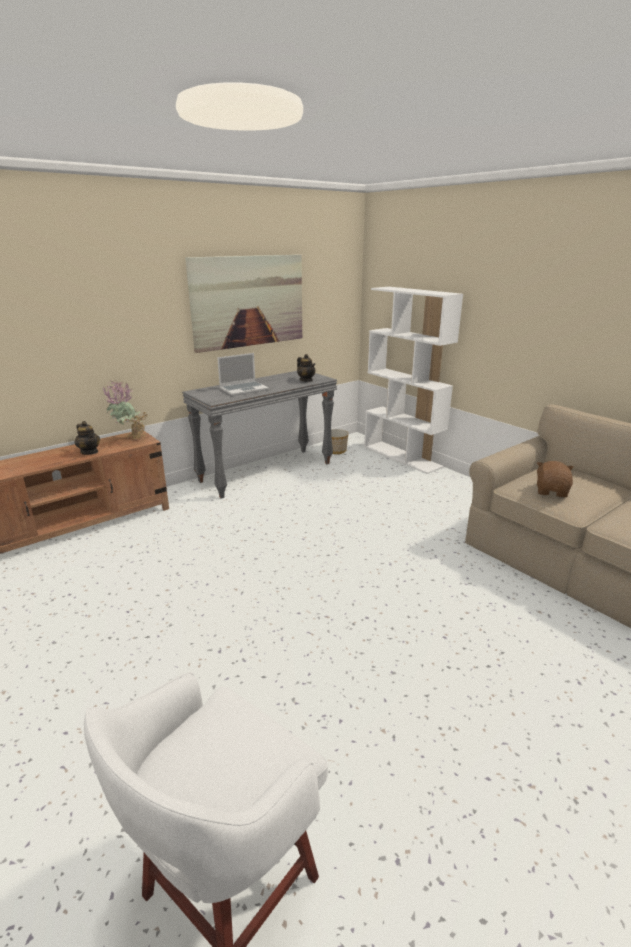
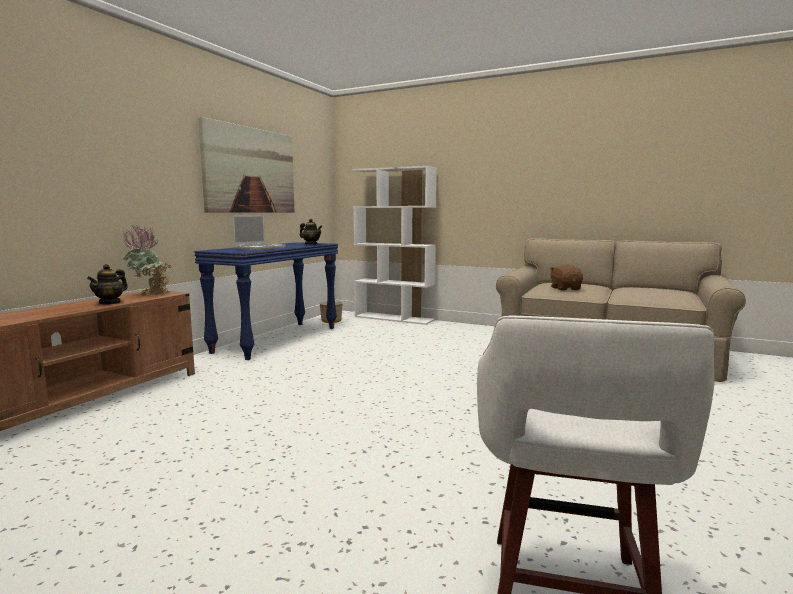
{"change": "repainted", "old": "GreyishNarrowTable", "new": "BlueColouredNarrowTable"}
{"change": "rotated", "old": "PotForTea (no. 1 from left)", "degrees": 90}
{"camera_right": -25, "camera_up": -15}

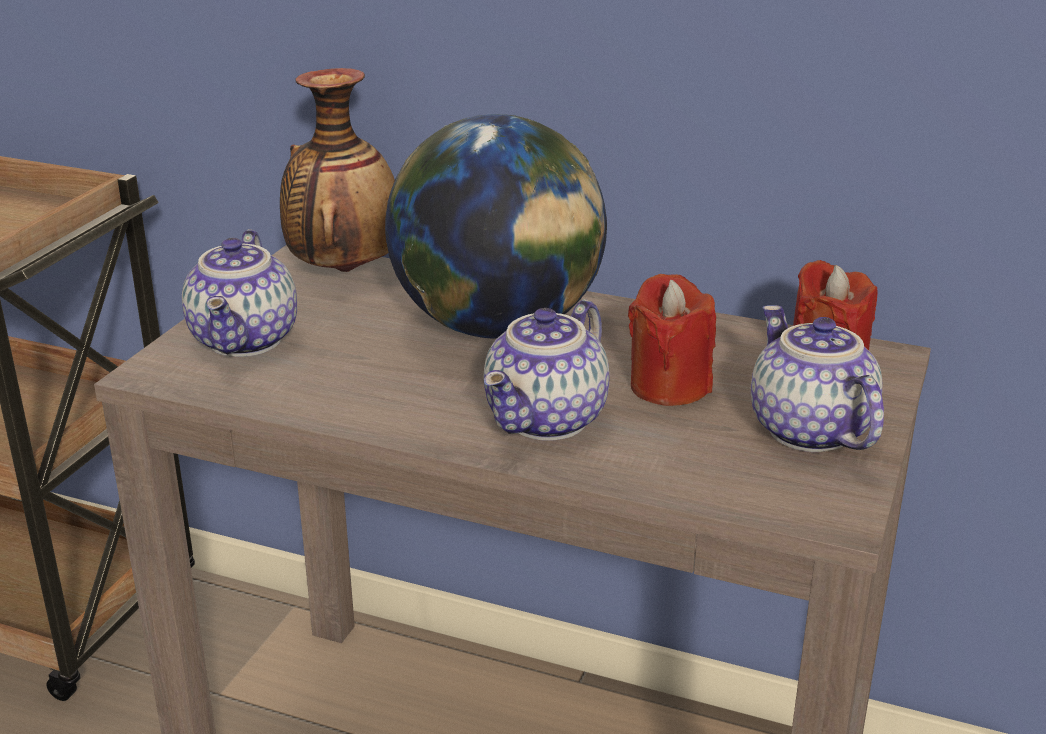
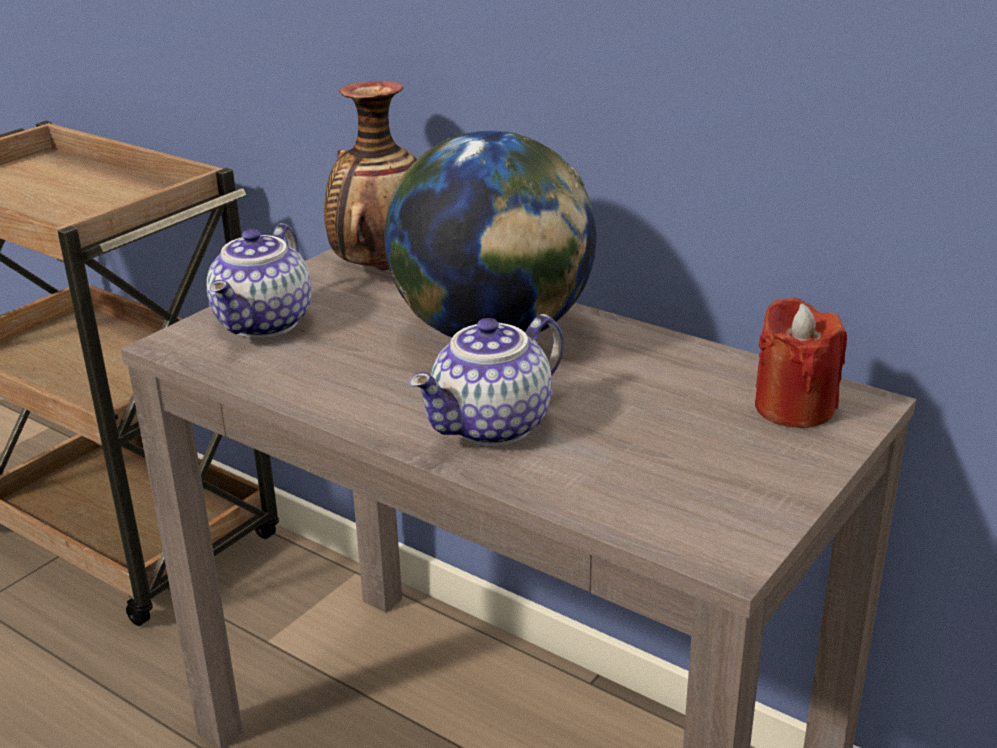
{"change": "gone", "old": "RedWaxCandle (no. 1 from left)"}
{"change": "gone", "old": "PotForTea (no. 3 from left)"}
{"camera_right": 15, "camera_up": 0}

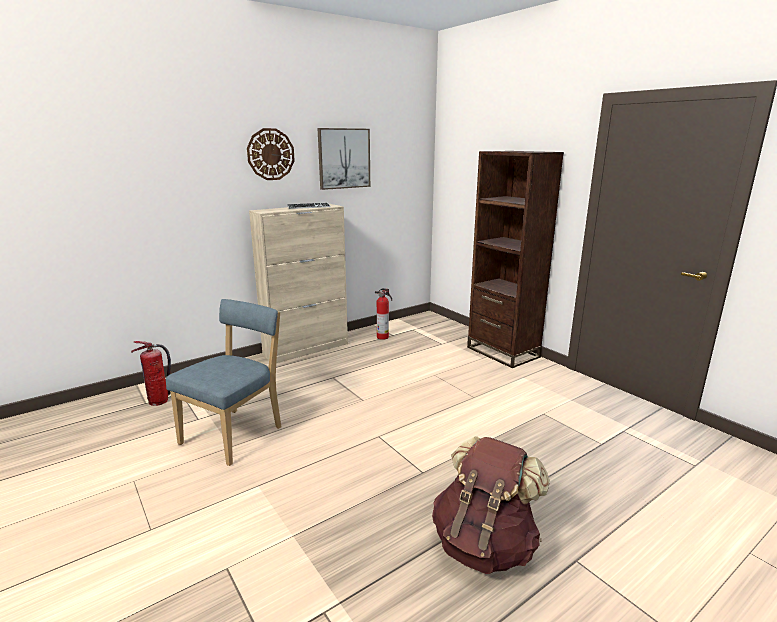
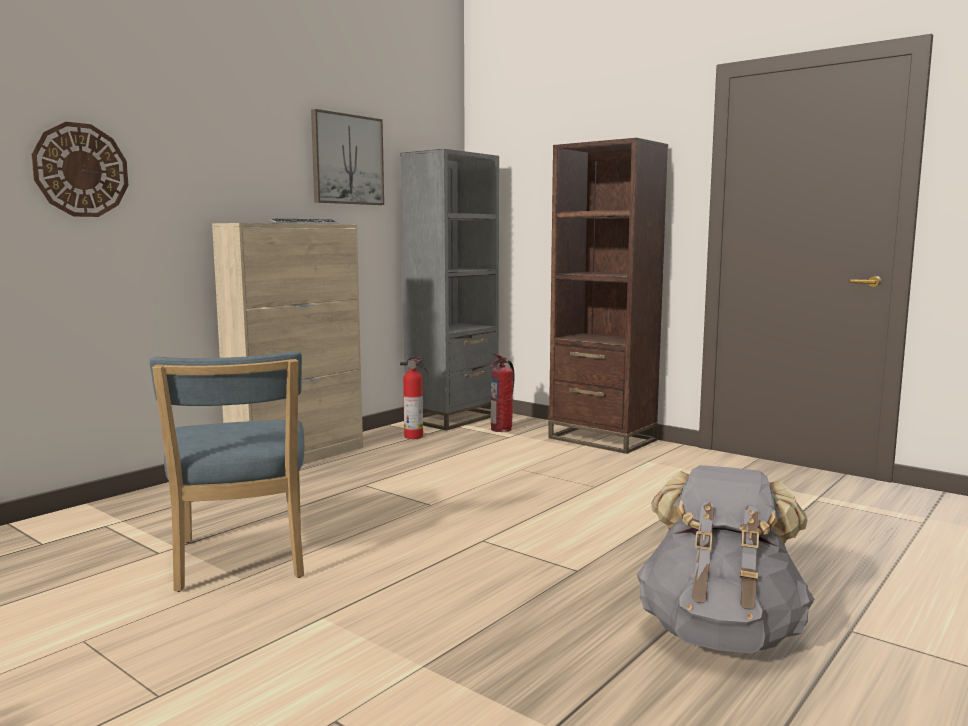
{"change": "shifted", "old": "WallClock"}
{"change": "rotated", "old": "BlueColouredUprightChair", "degrees": 150}
{"change": "shifted", "old": "Extinguisher (no. 1 from left in the first image)", "new": "Extinguisher (no. 2 from left)"}
{"change": "repainted", "old": "BrownishRucksack", "new": "GreyishRucksack"}
{"change": "new", "new": "GreyishBookcase"}
{"camera_right": -15, "camera_up": -10}

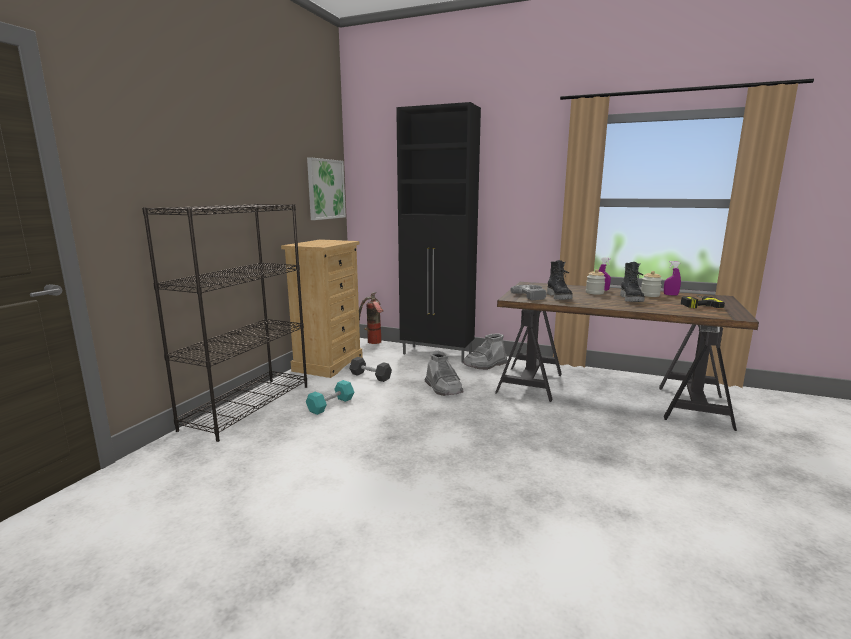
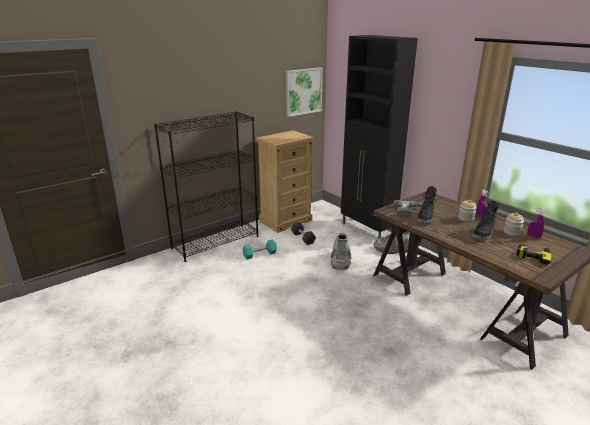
{"change": "gone", "old": "Extinguisher"}
{"camera_right": 30, "camera_up": 10}

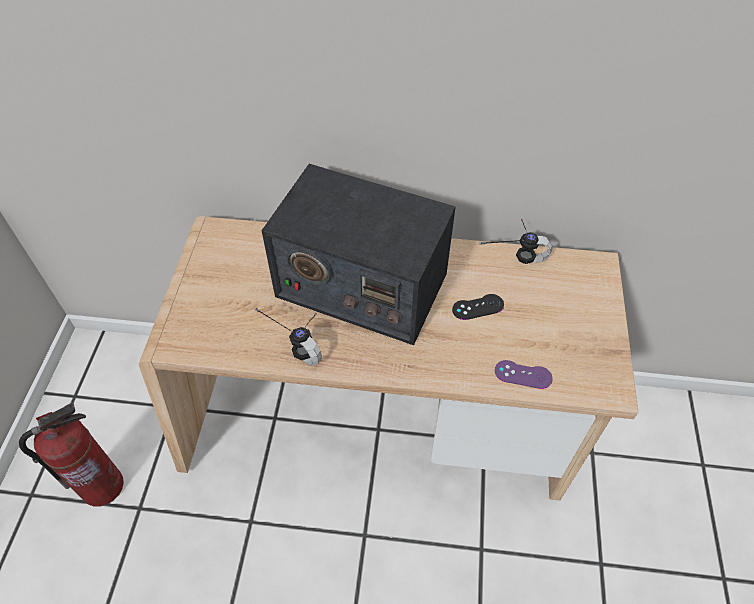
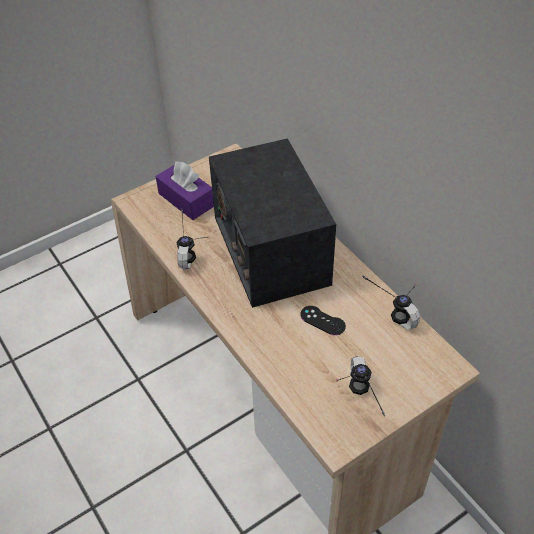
{"change": "gone", "old": "PurplishJoypad"}
{"change": "gone", "old": "Extinguisher"}
{"change": "new", "new": "PurplishBoxOfTissues"}
{"change": "new", "new": "Headset (no. 2 from left)"}
{"camera_right": 50, "camera_up": -5}

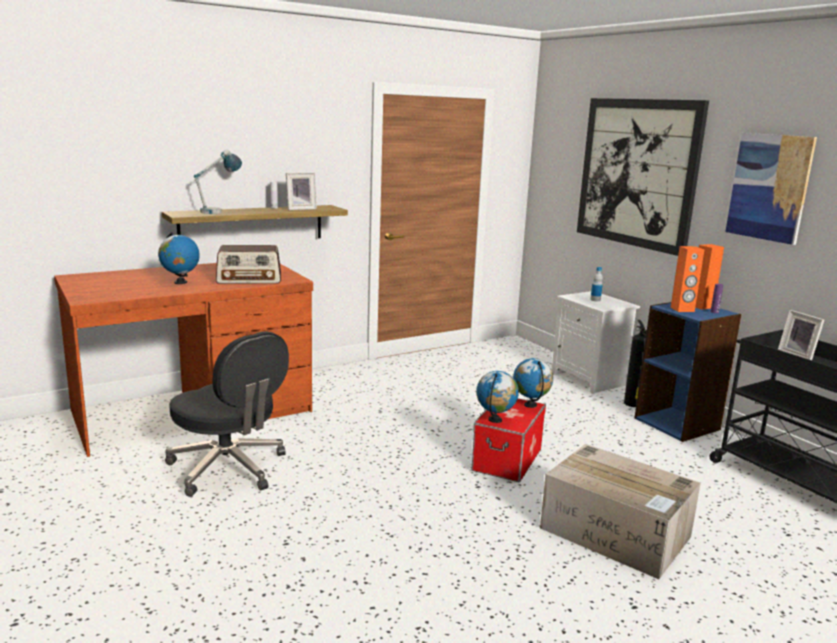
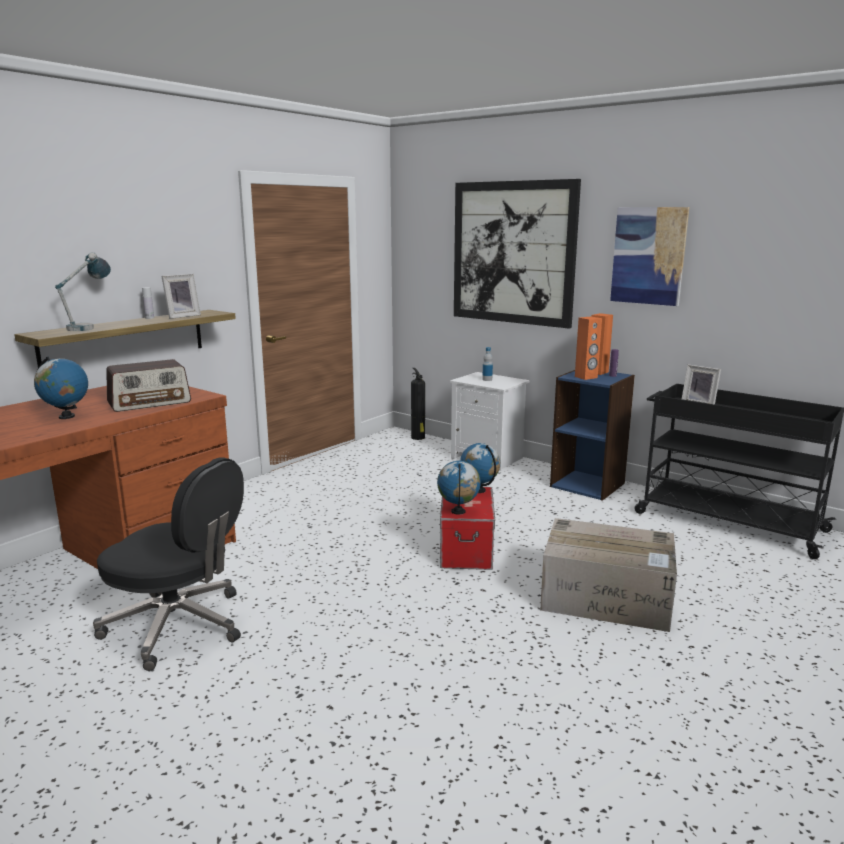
{"change": "shifted", "old": "Extinguisher"}
{"camera_right": -20, "camera_up": 0}

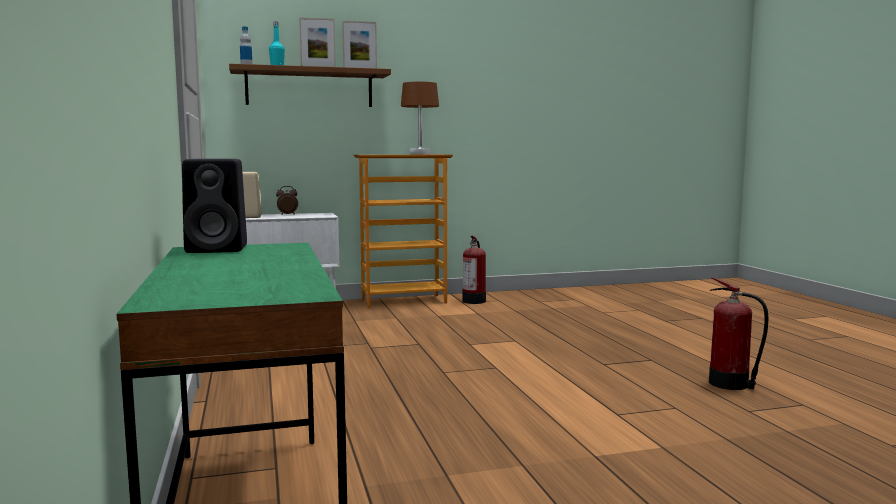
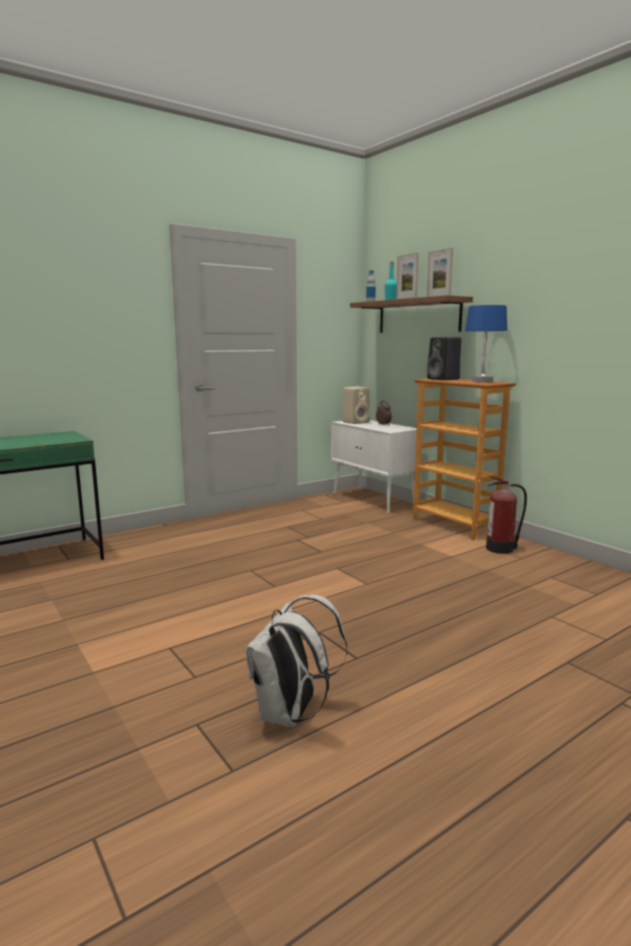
{"change": "repainted", "old": "BrownishTableLamp", "new": "BlueColouredTableLamp"}
{"change": "shifted", "old": "BlackAudioSpeaker"}
{"change": "swapped", "old": "Extinguisher (no. 2 from left)", "new": "WhiteColouredRucksack"}
{"camera_right": 70, "camera_up": 5}

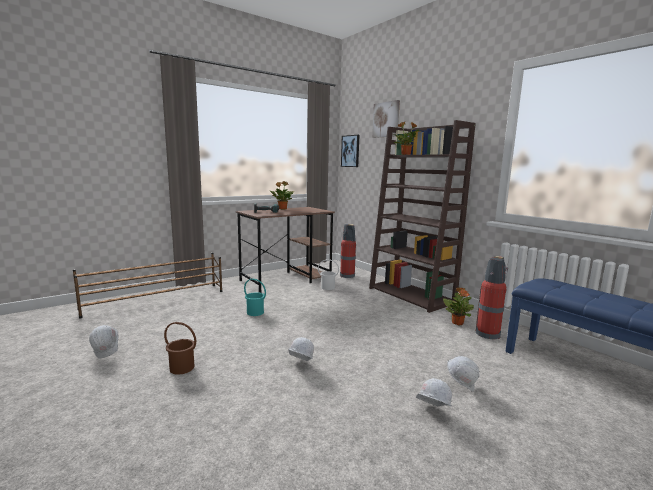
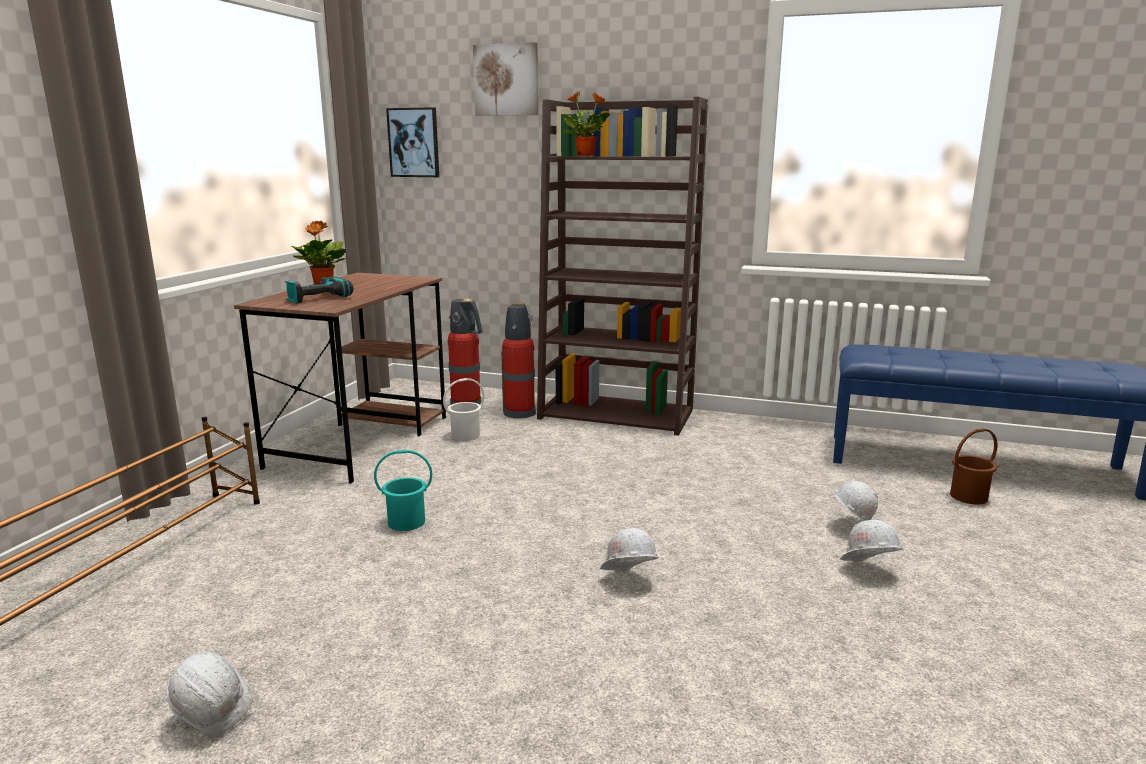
{"change": "shifted", "old": "Extinguisher (no. 2 from left)"}
{"change": "gone", "old": "PlantInAPot (no. 3 from left)"}
{"change": "shifted", "old": "BrownishBucket"}
{"camera_right": -35, "camera_up": 5}

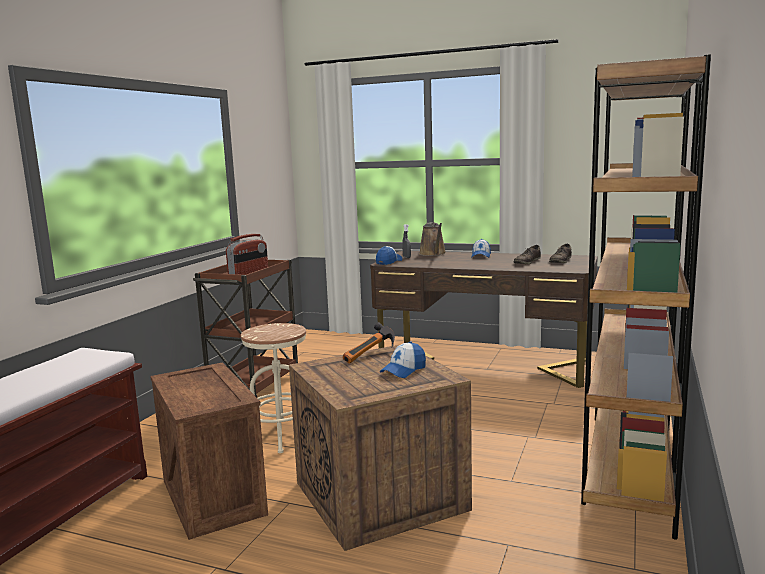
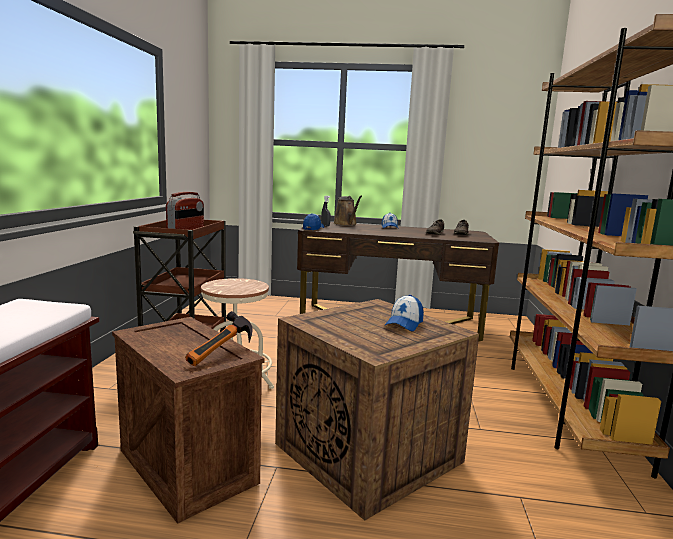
{"change": "shifted", "old": "HandHammer"}
{"camera_right": -15, "camera_up": 0}

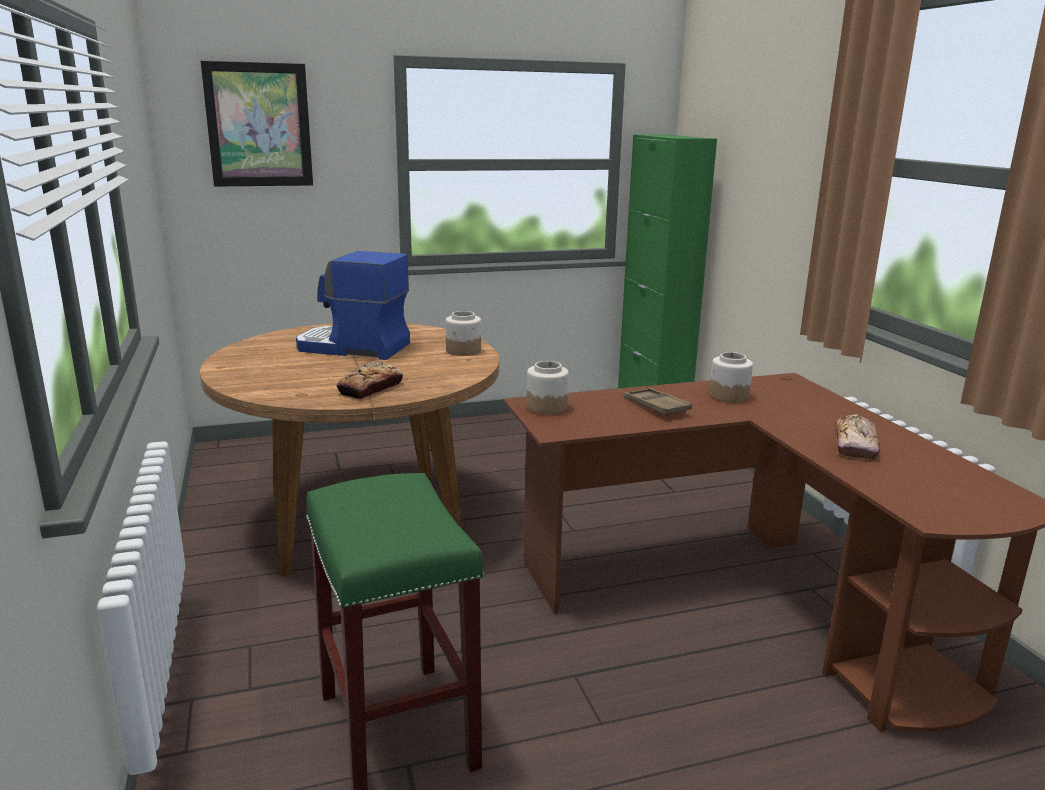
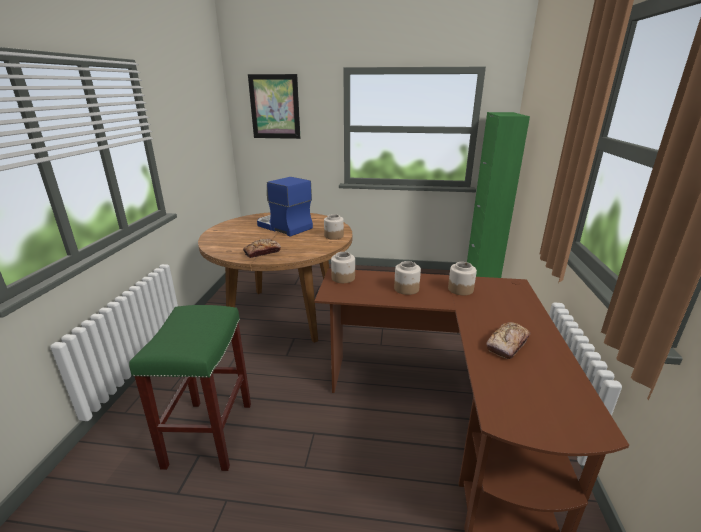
{"change": "swapped", "old": "BrownishTray", "new": "Jar (no. 3 from left)"}
{"camera_right": 25, "camera_up": 5}

